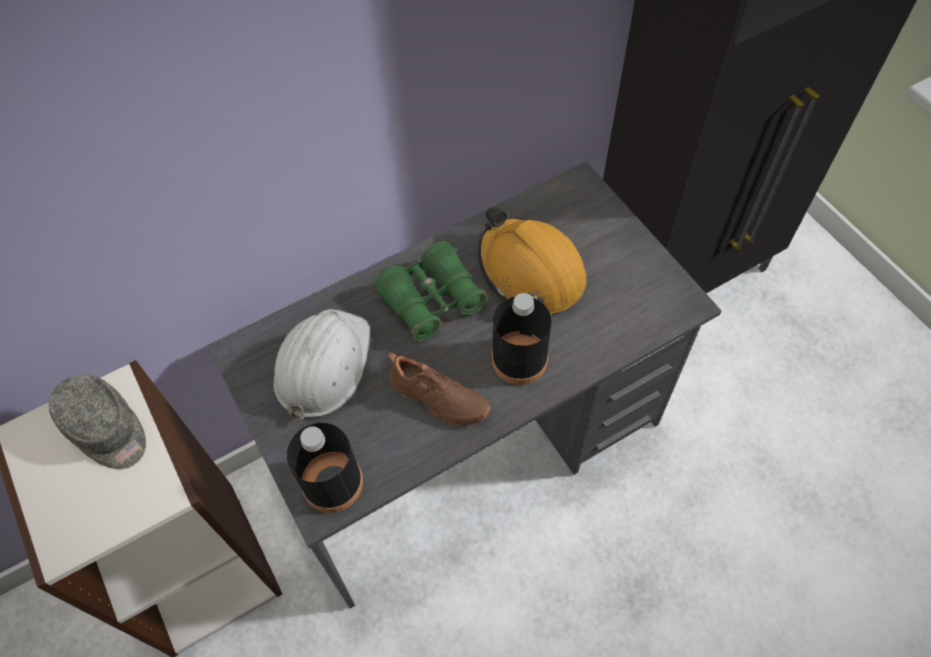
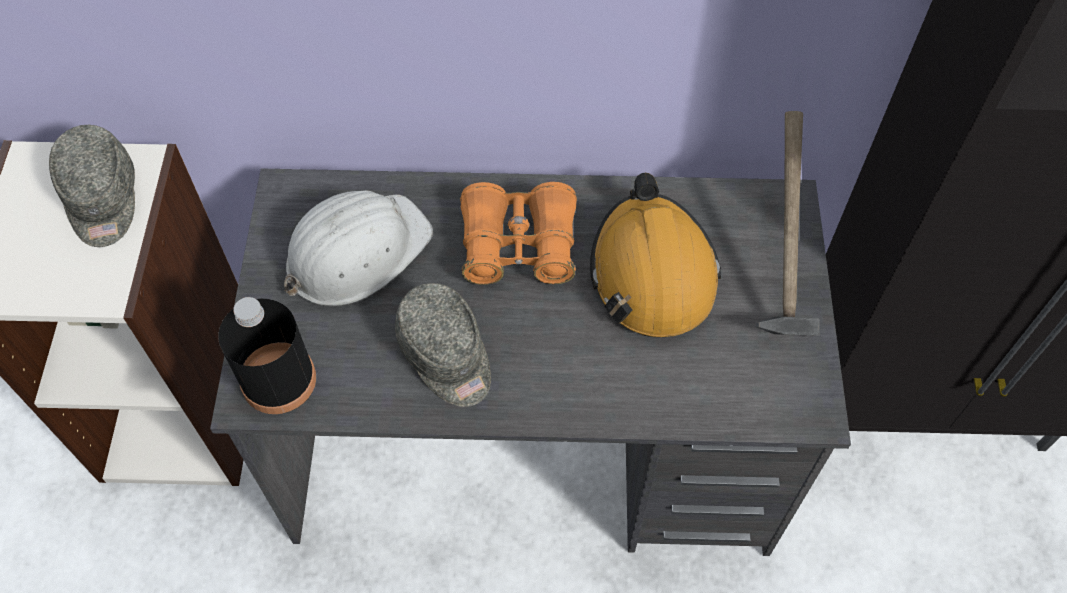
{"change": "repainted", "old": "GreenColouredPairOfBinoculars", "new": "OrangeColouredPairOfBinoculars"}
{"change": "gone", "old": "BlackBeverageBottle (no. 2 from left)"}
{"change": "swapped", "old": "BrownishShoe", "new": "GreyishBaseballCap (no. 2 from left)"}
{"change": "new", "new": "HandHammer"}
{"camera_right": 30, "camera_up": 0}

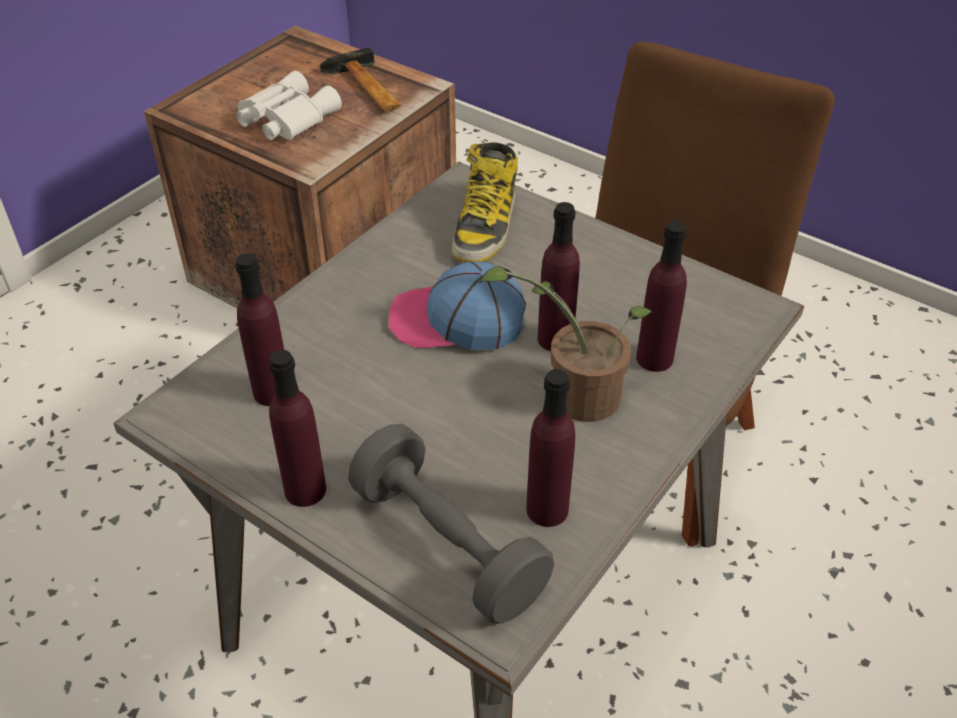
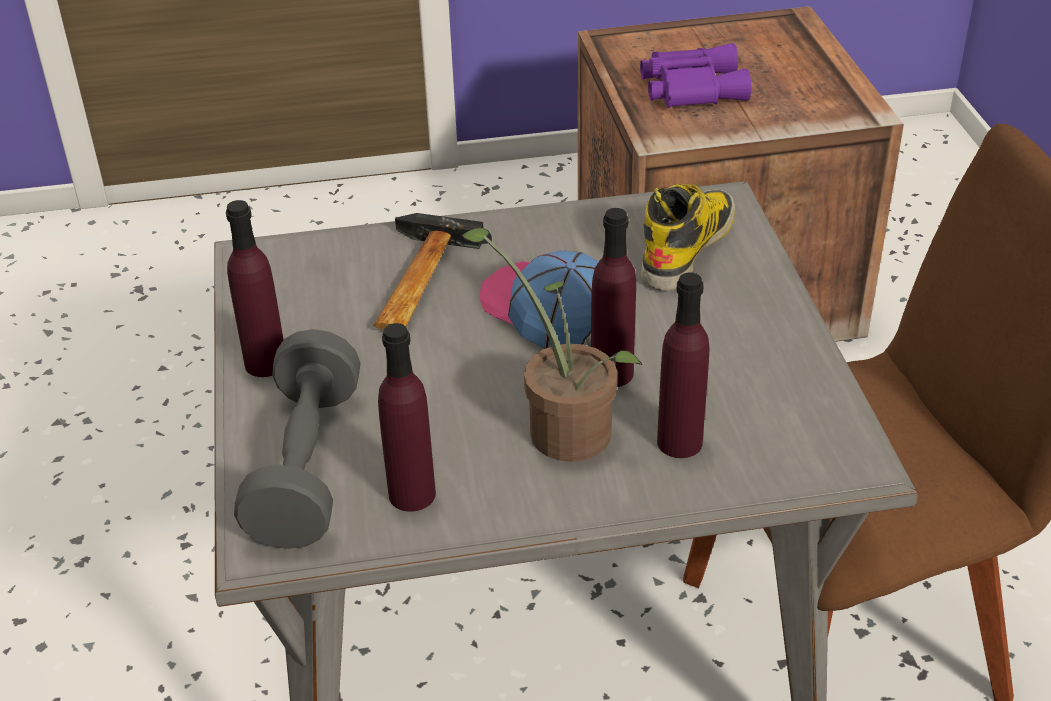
{"change": "shifted", "old": "HandHammer"}
{"change": "repainted", "old": "WhiteColouredPairOfBinoculars", "new": "PurplishPairOfBinoculars"}
{"change": "rotated", "old": "TallBoot", "degrees": 150}
{"change": "gone", "old": "PurplishBeverageBottle (no. 1 from left)"}
{"camera_right": 45, "camera_up": -5}

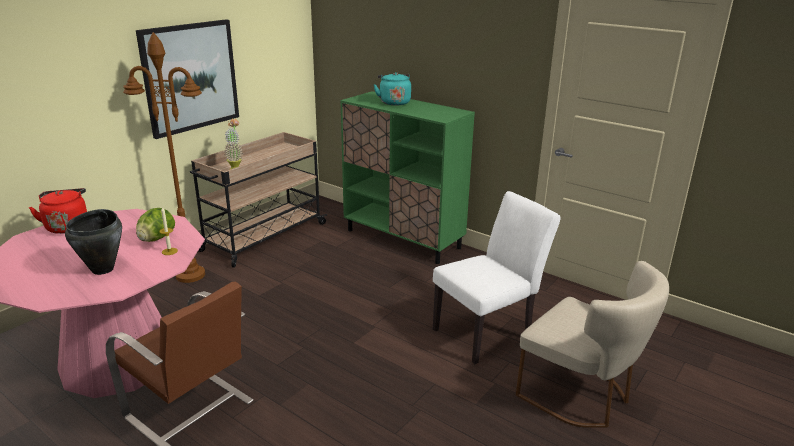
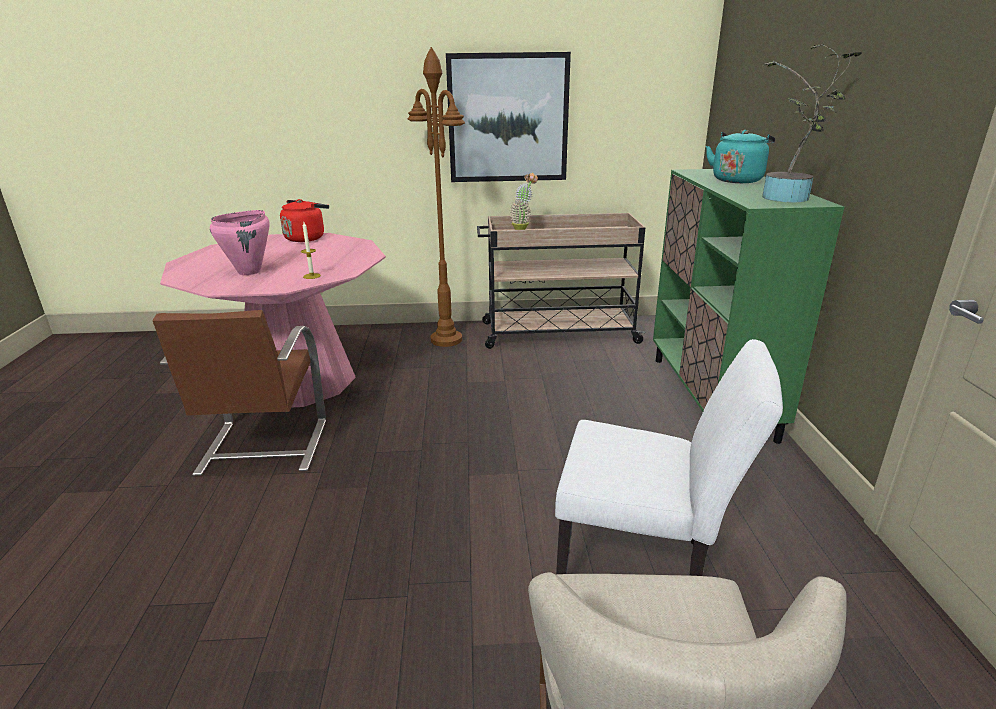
{"change": "gone", "old": "HeadOfLettuce"}
{"change": "repainted", "old": "BlackSaucepot", "new": "PinkishSaucepot"}
{"change": "new", "new": "PlantInAPot (no. 2 from left)"}
{"camera_right": 50, "camera_up": 0}

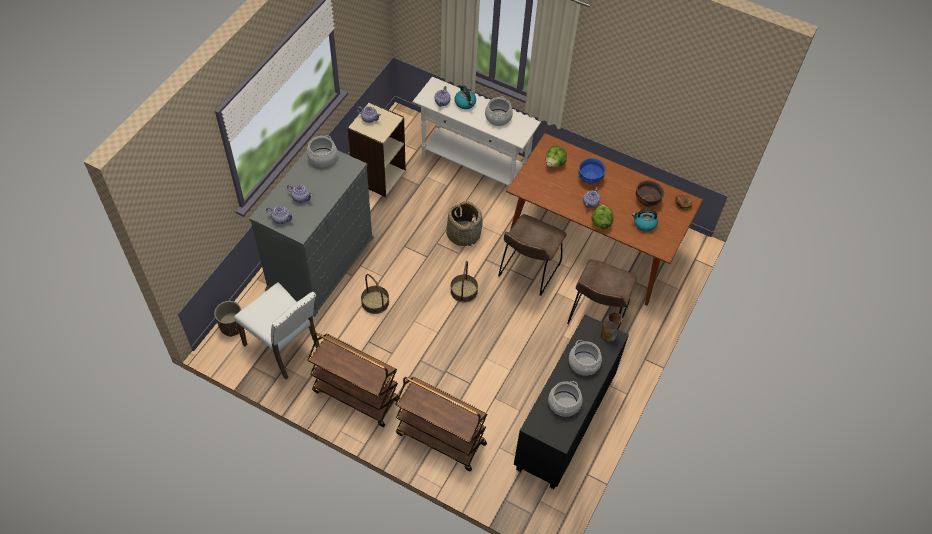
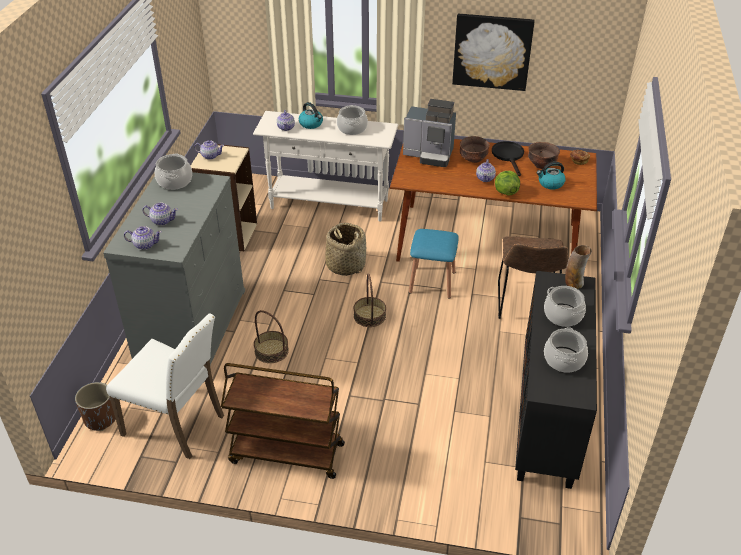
{"change": "swapped", "old": "HeadOfLettuce (no. 1 from left)", "new": "CoffeeMaker"}
{"change": "repainted", "old": "BlueColouredServingBowl", "new": "BrownishServingBowl (no. 1 from left)"}
{"change": "swapped", "old": "BrownishUprightChair (no. 1 from left)", "new": "BlueColouredStoolSeat"}
{"change": "gone", "old": "BrownishTrolley (no. 2 from left)"}
{"change": "new", "new": "WallArt"}
{"change": "new", "new": "BlackSkillet"}
{"camera_right": -15, "camera_up": -15}

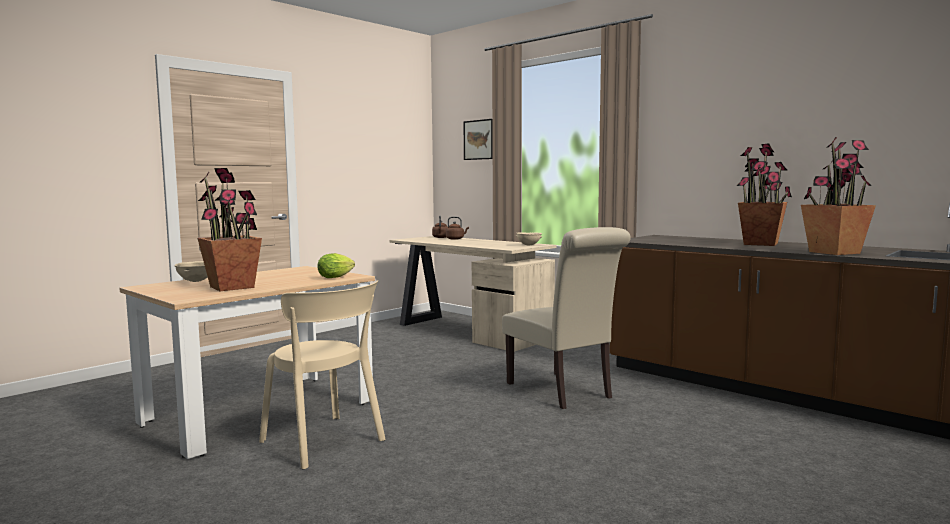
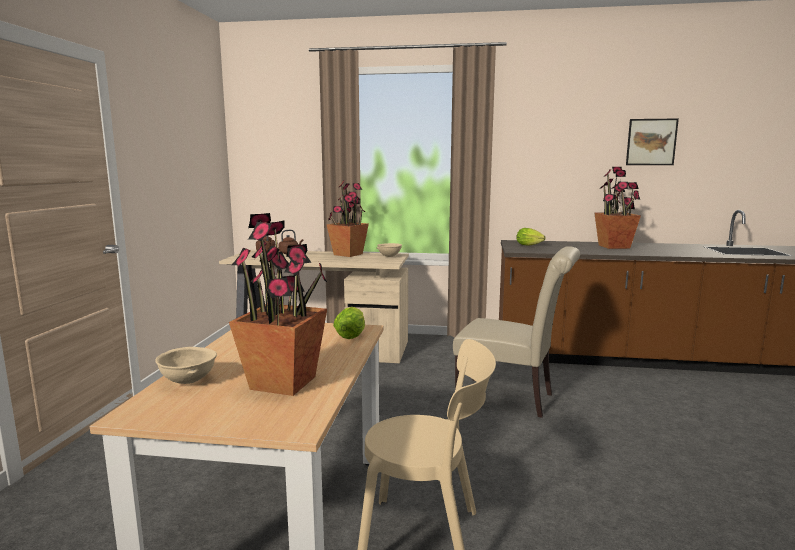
{"change": "shifted", "old": "WallArt"}
{"change": "shifted", "old": "PlantInAPot (no. 3 from left in the first image)", "new": "PlantInAPot (no. 2 from left)"}
{"change": "new", "new": "HeadOfLettuce (no. 2 from left)"}
{"camera_right": -35, "camera_up": 5}

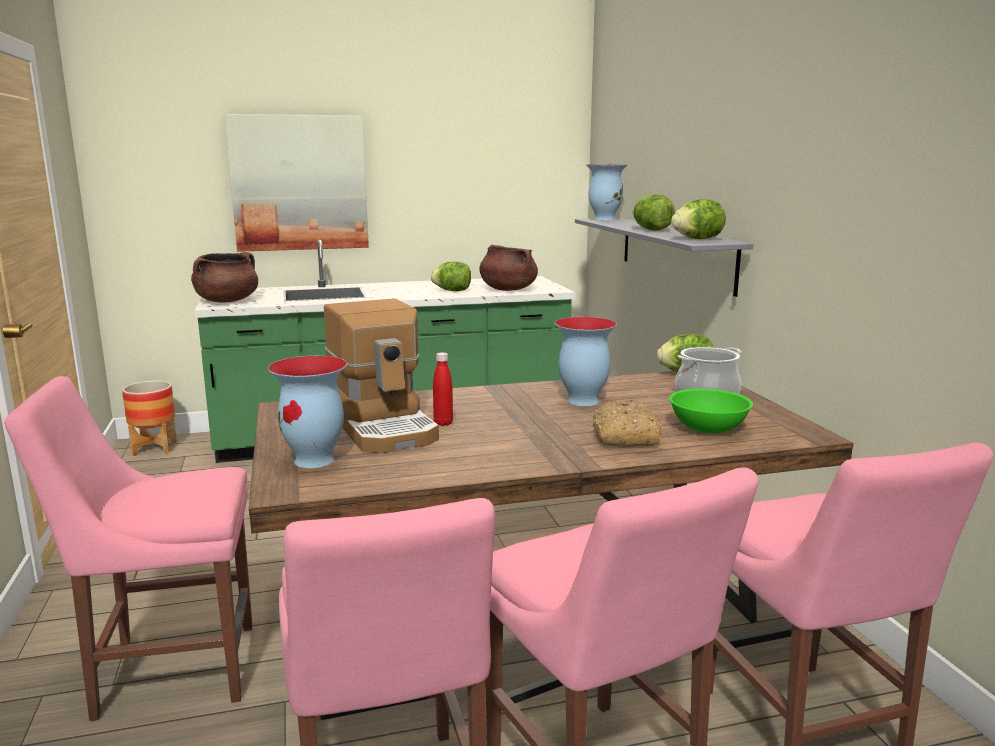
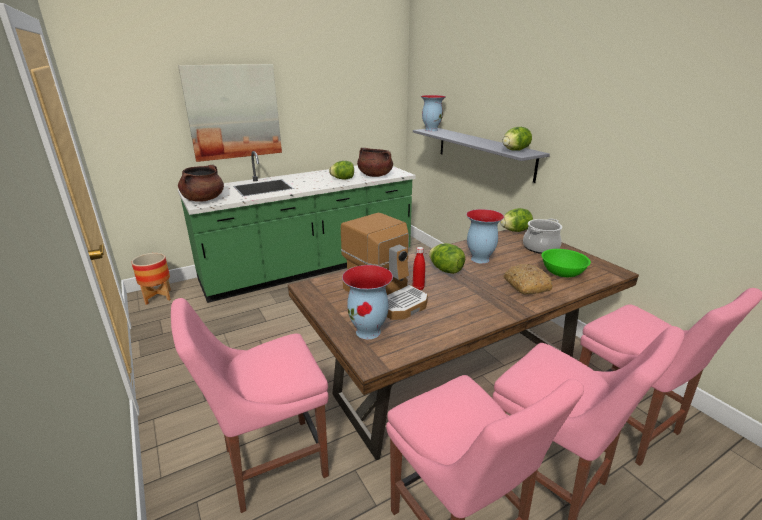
{"change": "shifted", "old": "HeadOfLettuce (no. 2 from left)"}
{"camera_right": -15, "camera_up": 10}

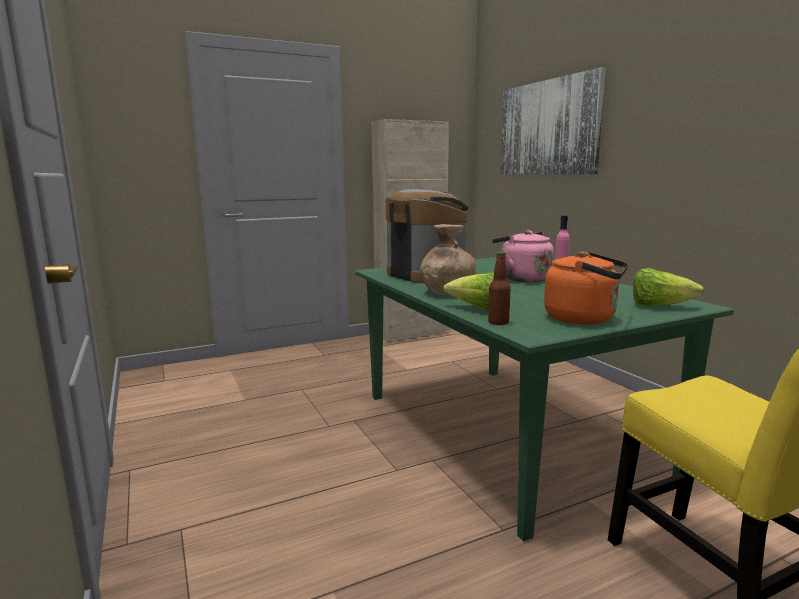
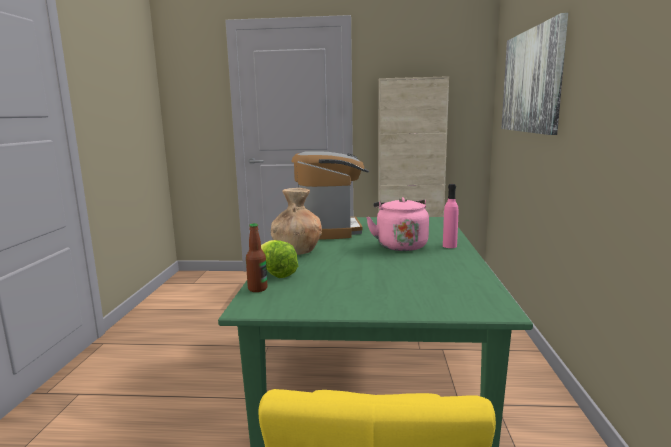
{"change": "gone", "old": "OrangeColouredTeaKettle"}
{"change": "gone", "old": "HeadOfLettuce (no. 2 from left)"}
{"camera_right": 30, "camera_up": 0}

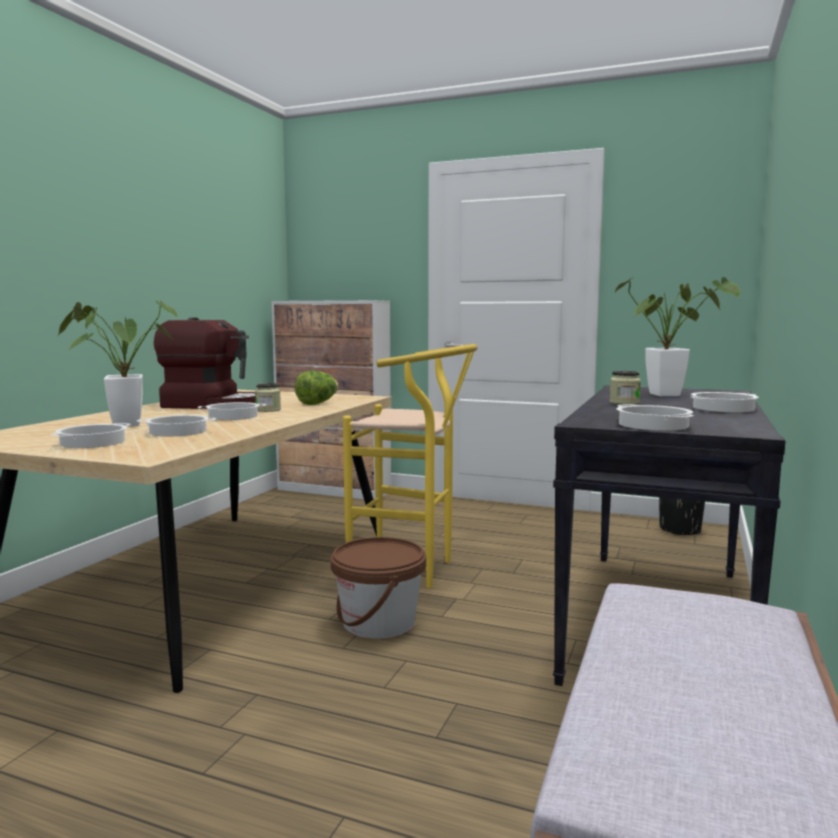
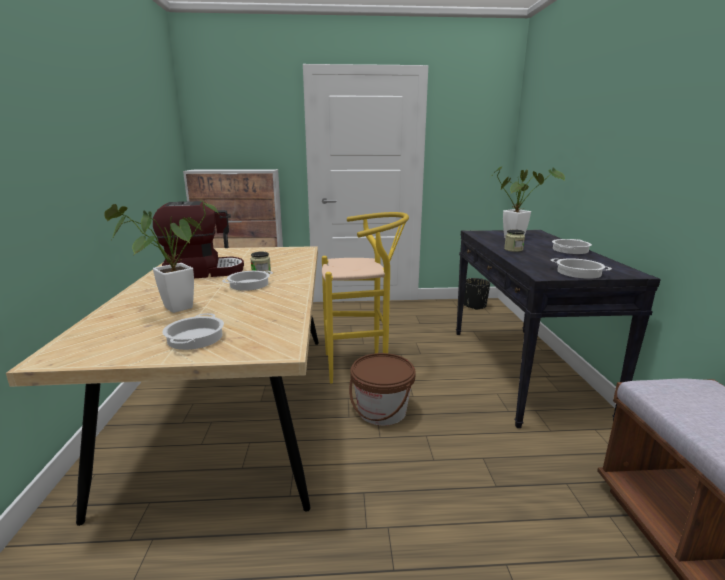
{"change": "gone", "old": "HeadOfLettuce"}
{"change": "gone", "old": "Saucepot (no. 2 from left)"}
{"camera_right": -25, "camera_up": 10}

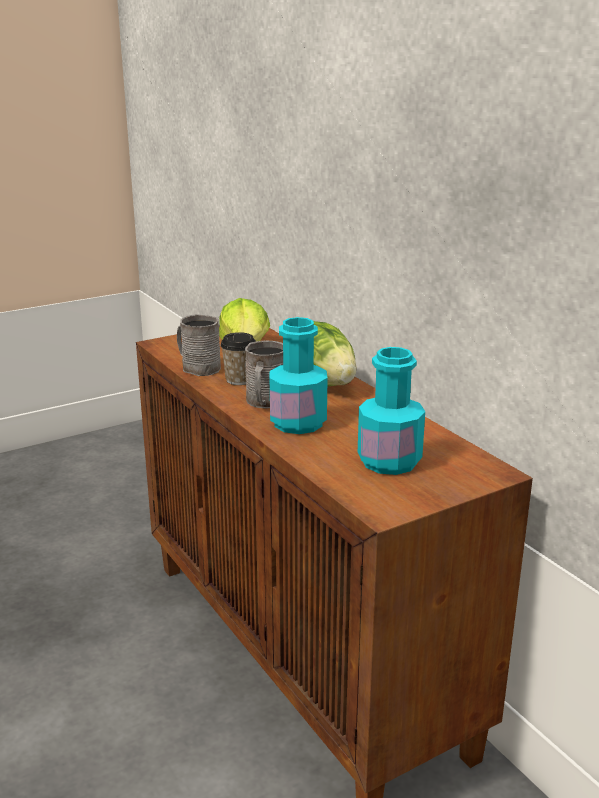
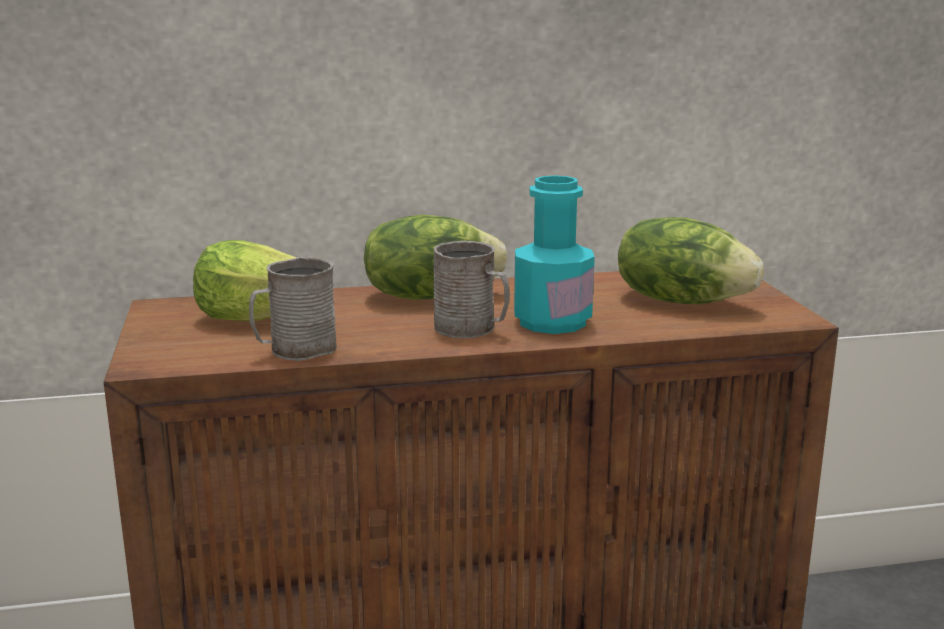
{"change": "gone", "old": "Cup"}
{"change": "swapped", "old": "TurquoiseBeverageBottle (no. 2 from left)", "new": "HeadOfLettuce (no. 3 from left)"}
{"camera_right": -70, "camera_up": -5}

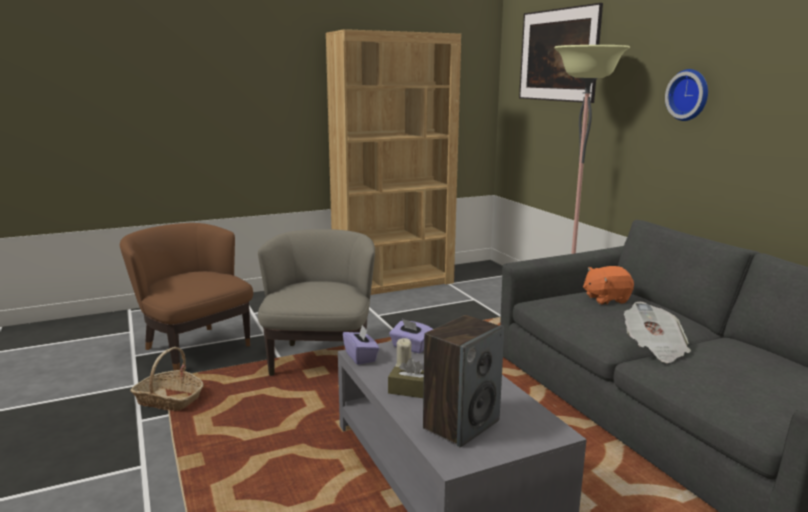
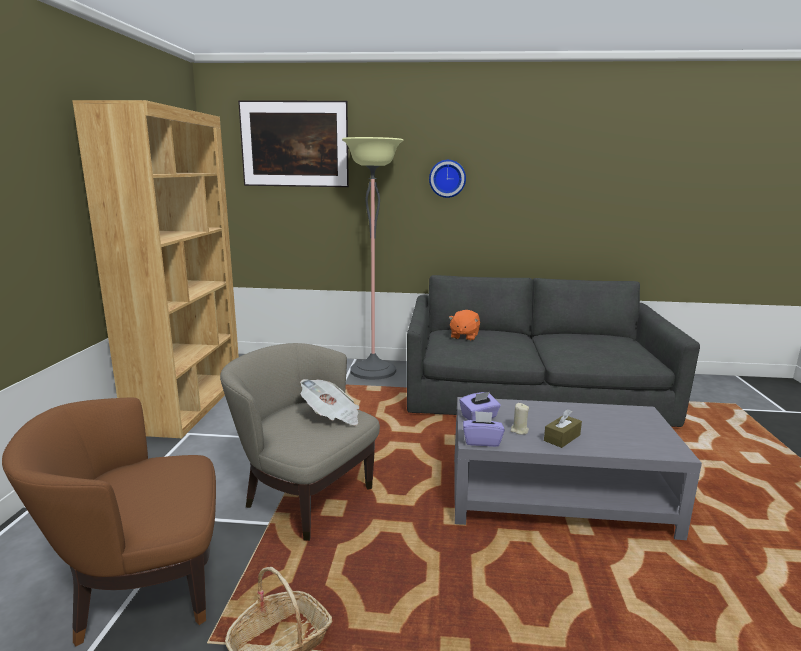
{"change": "shifted", "old": "Newspaper"}
{"change": "gone", "old": "AudioSpeaker"}
{"camera_right": -60, "camera_up": 0}

